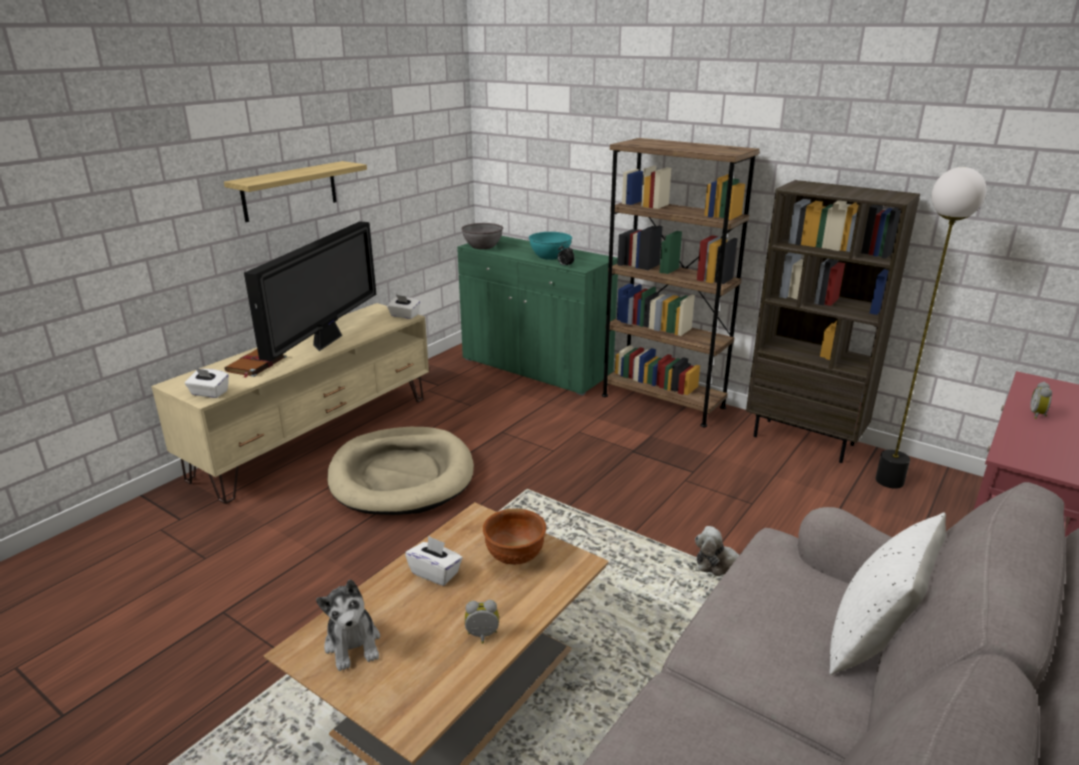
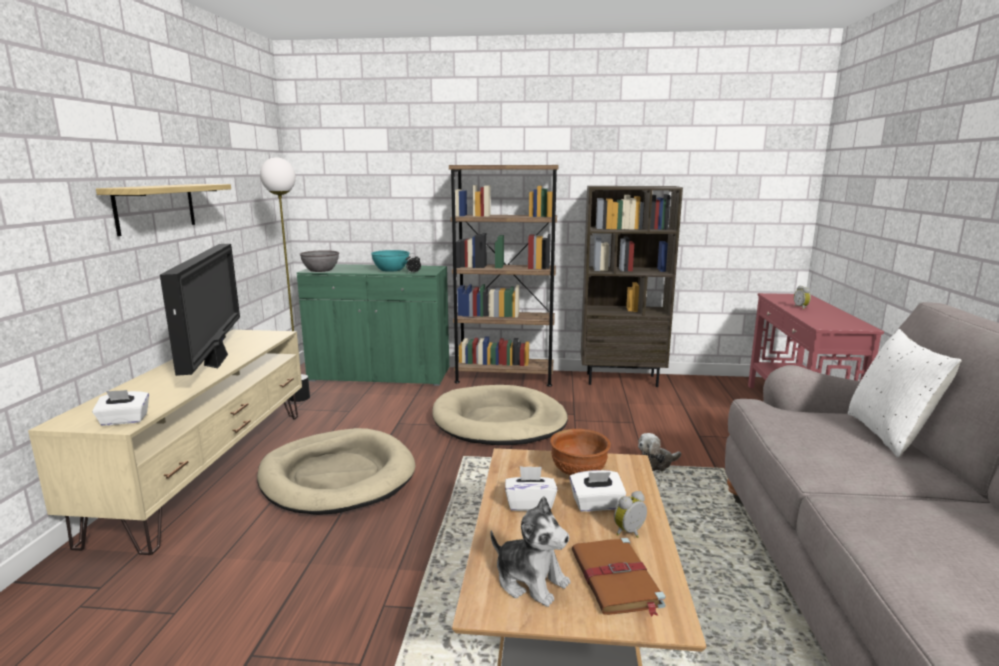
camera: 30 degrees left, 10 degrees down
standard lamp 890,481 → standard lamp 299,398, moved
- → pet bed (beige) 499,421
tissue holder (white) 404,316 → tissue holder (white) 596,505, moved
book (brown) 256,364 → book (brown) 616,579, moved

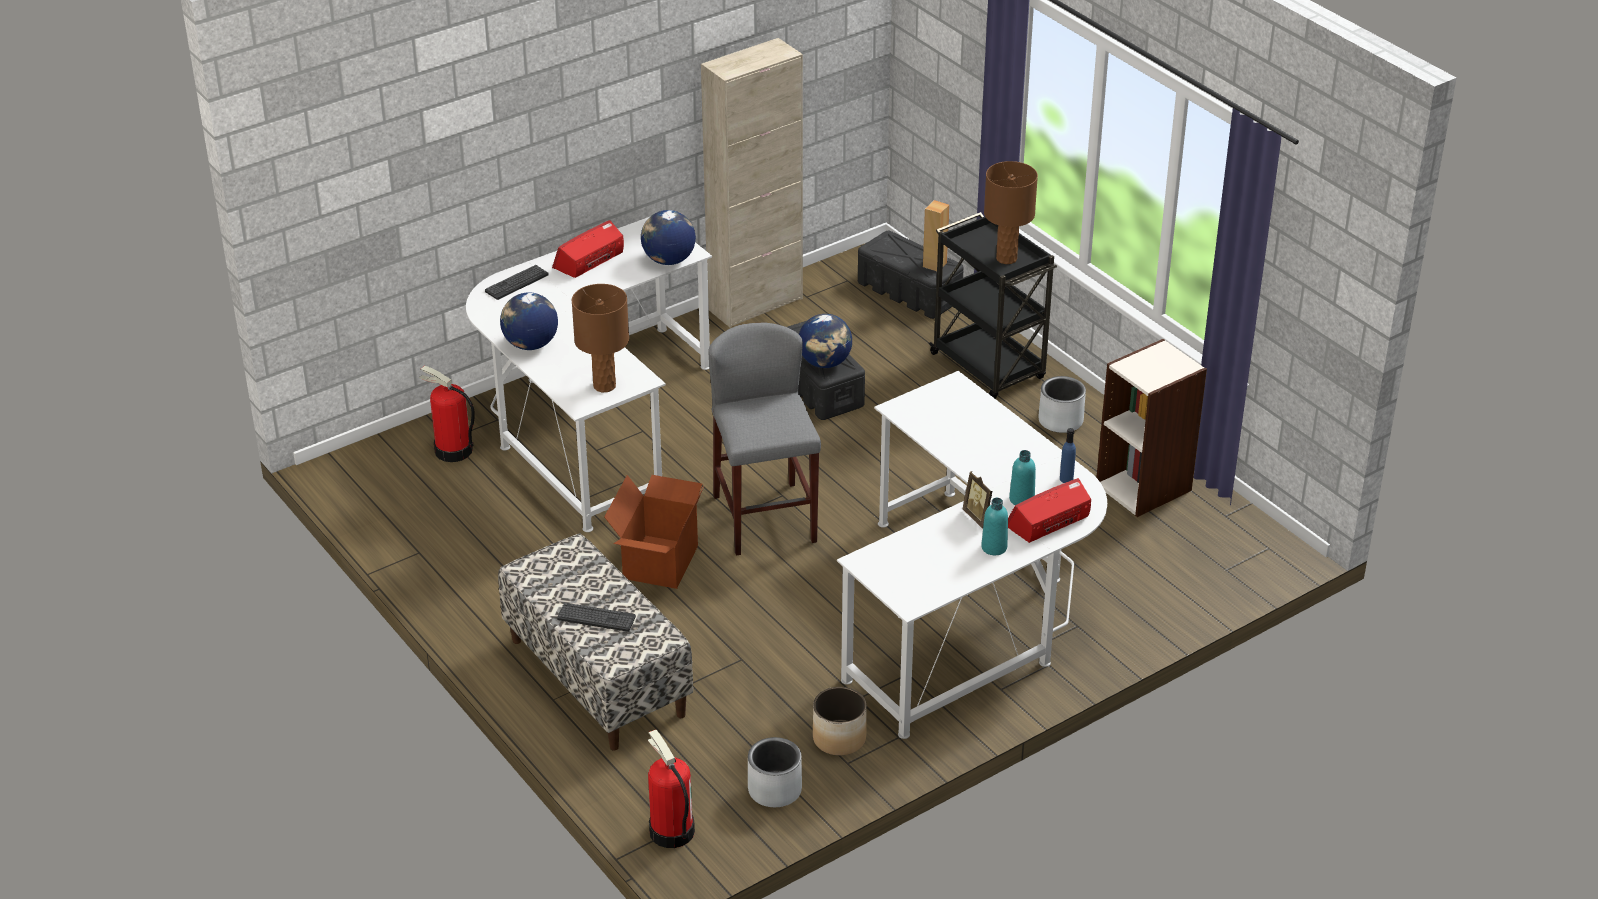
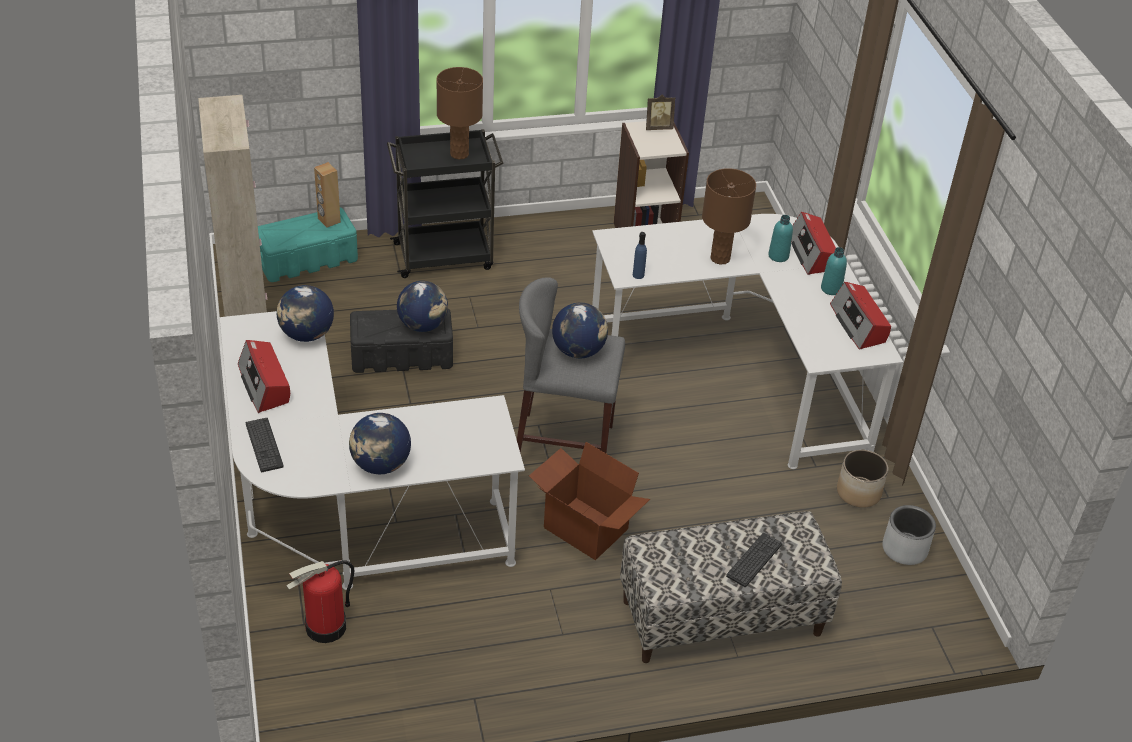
camera: 70 degrees left, 5 degrees up
storage box (blackish) 910,292 → storage box (blue-green) 308,259
- → world globe 578,351
bottle (blue) 1066,479 → bottle (blue) 638,275, moved
standing frame 979,517 → standing frame 658,127, moved
table lamp (brown) 605,386 → table lamp (brown) 720,258, moved
- → radio set 859,324
fire extinguisher 671,831 → -
planter (greyish) 1061,421 → -

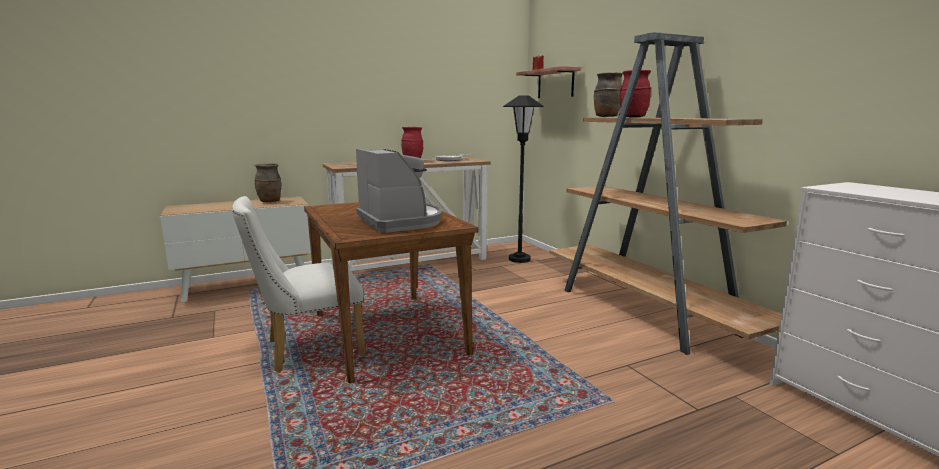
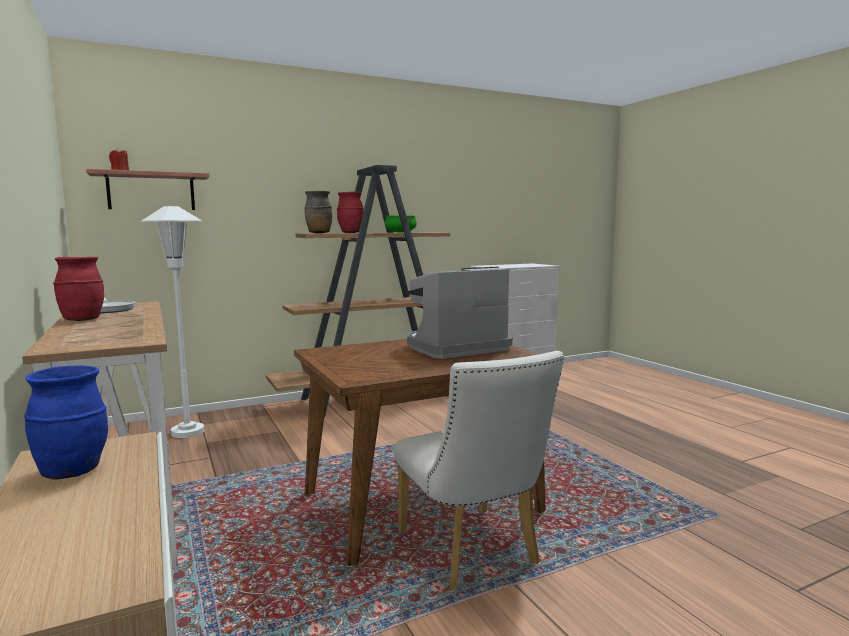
camera: 90 degrees left, 5 degrees down
decorative vase (brown) 270,201 → decorative vase (blue) 72,471
standard lamp (blackish) 519,259 → standard lamp (white) 188,432
- → cooking pot (green-coloured) 401,232

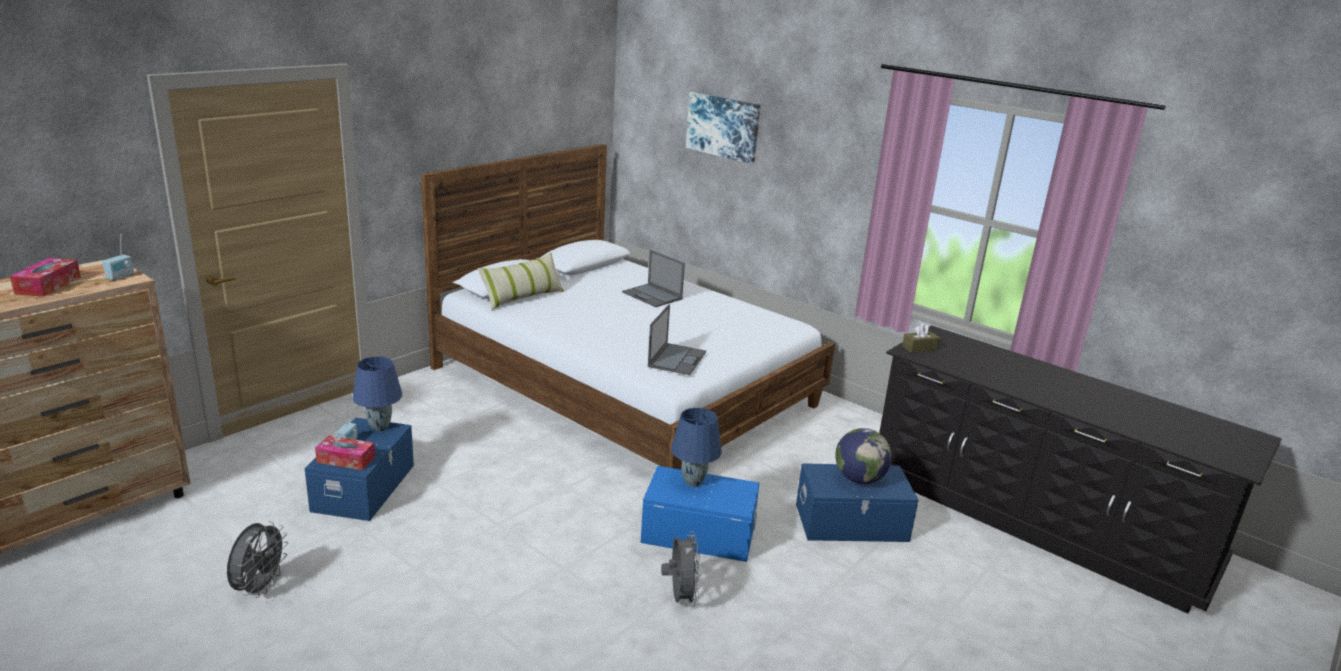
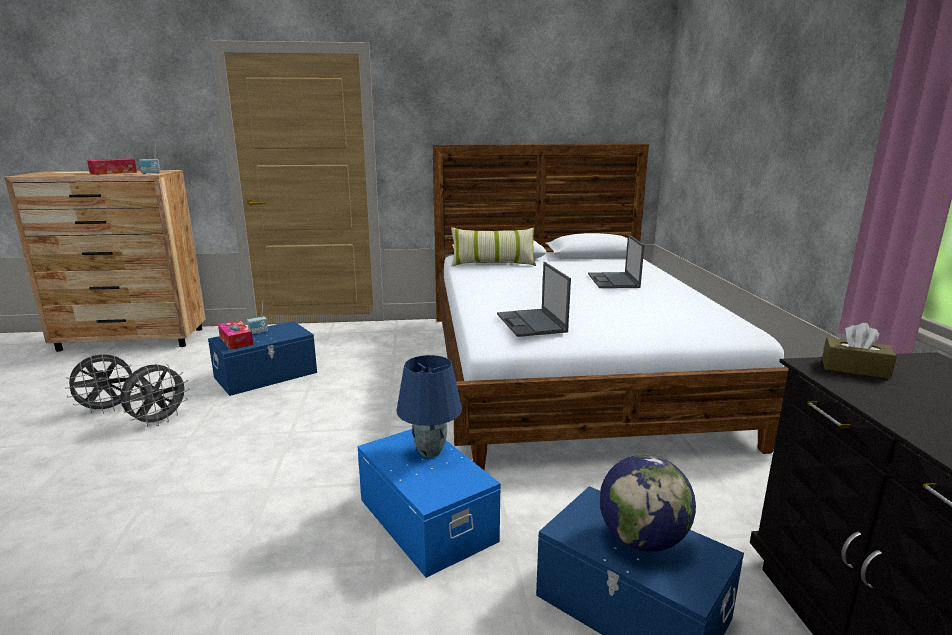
camera: 45 degrees right, 5 degrees down
fan (greyish) 680,598 → fan (greyish) 159,421, moved
laptop 677,359 → laptop 531,323, 105 degrees clockwise
table lamp (blue) 379,427 → -
wall art 723,126 → -

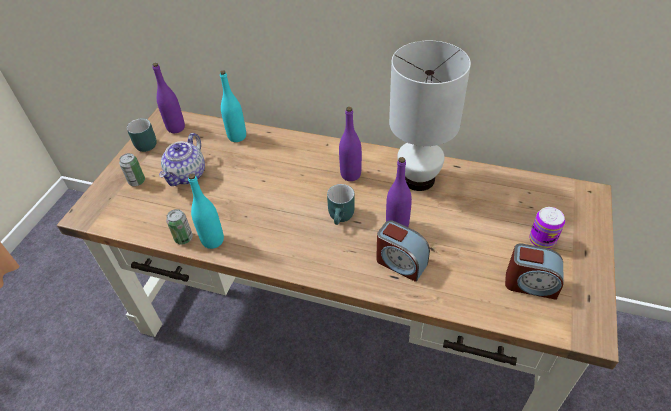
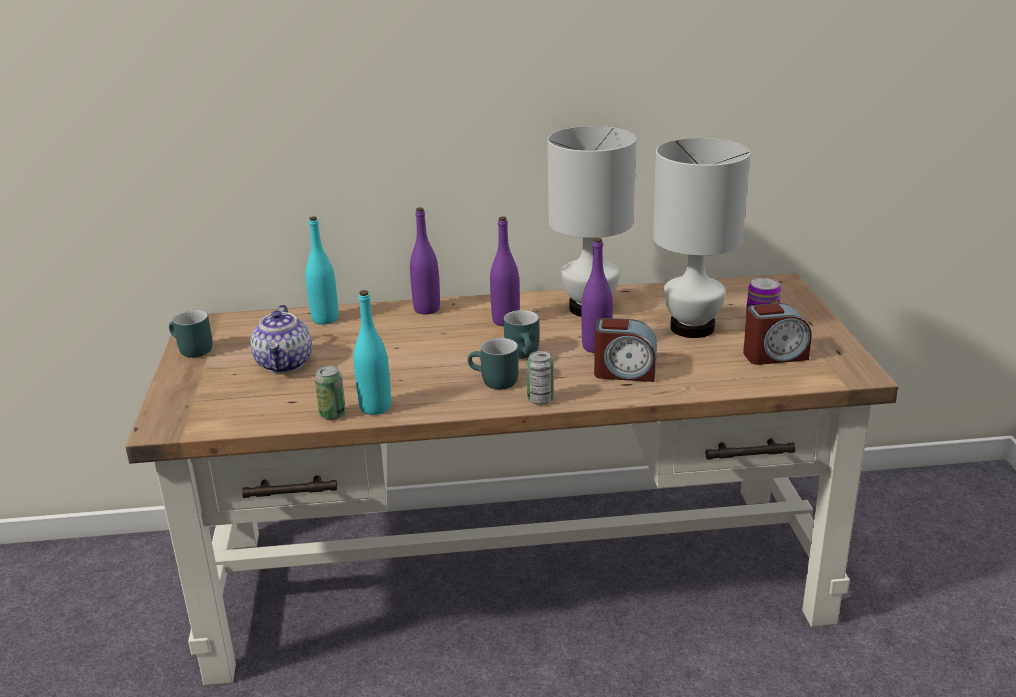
camera: 25 degrees left, 20 degrees down
bottle (purple) 176,128 → bottle (purple) 426,309, moved
- → mug (blue-green) 493,382
metal can 137,181 → metal can 540,399, moved
- → table lamp (white) 693,328

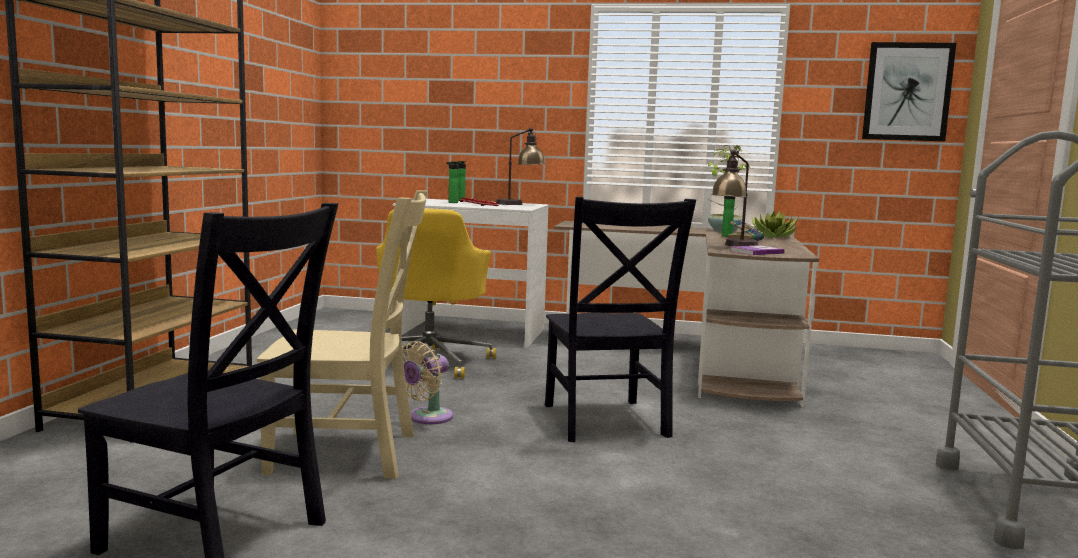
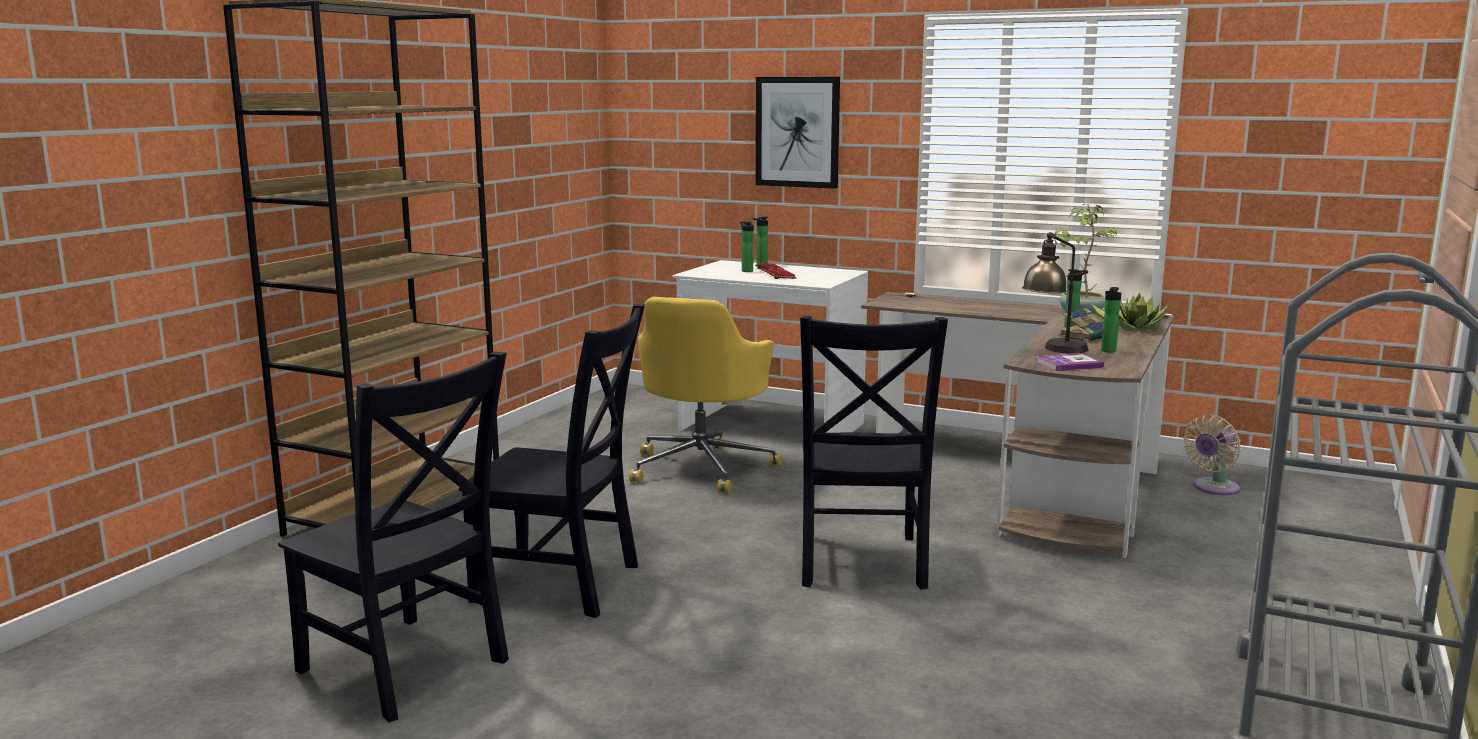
camera: 15 degrees right, 5 degrees up
chair (beige) 350,454 → chair (blackish) 563,584
wall art 907,92 → wall art 797,132, moved
- → bottle 1107,351
fan (beige) 427,418 → fan (beige) 1213,488, moved
table lamp 519,204 → -

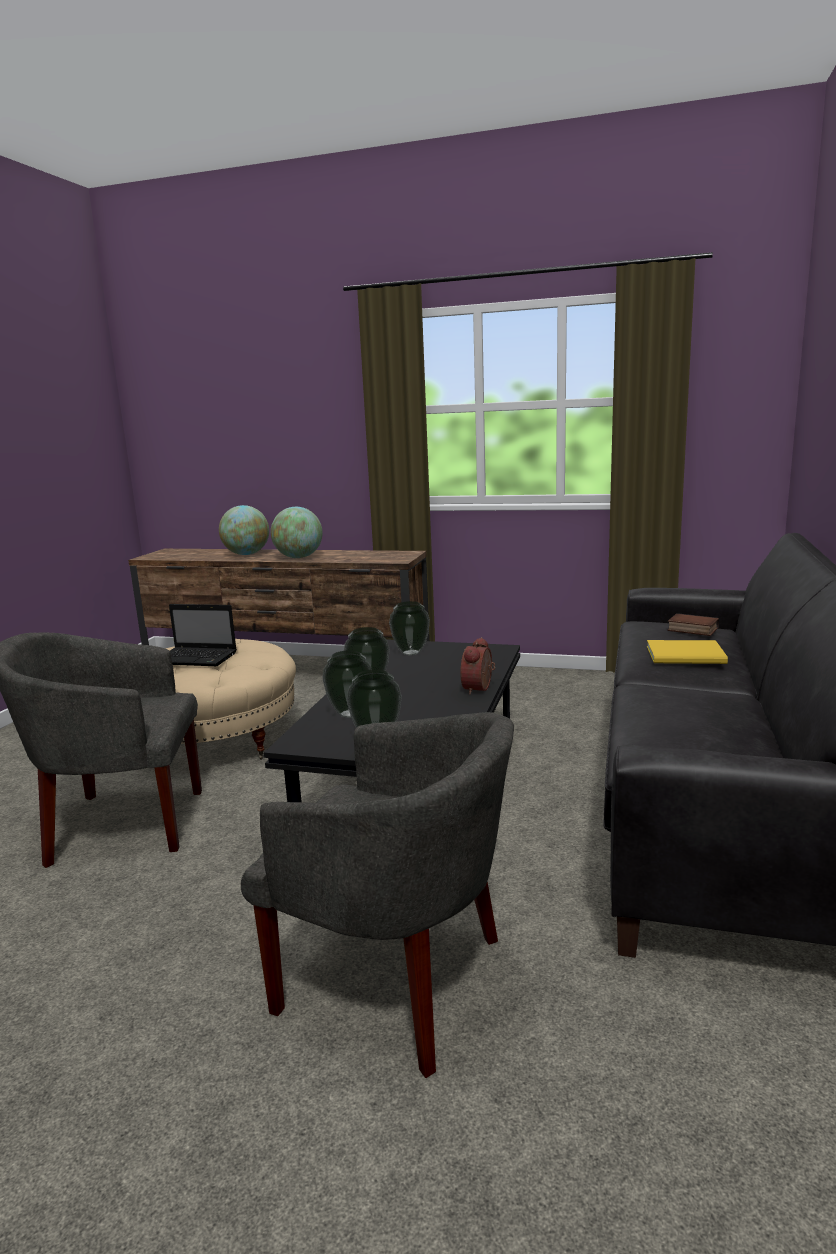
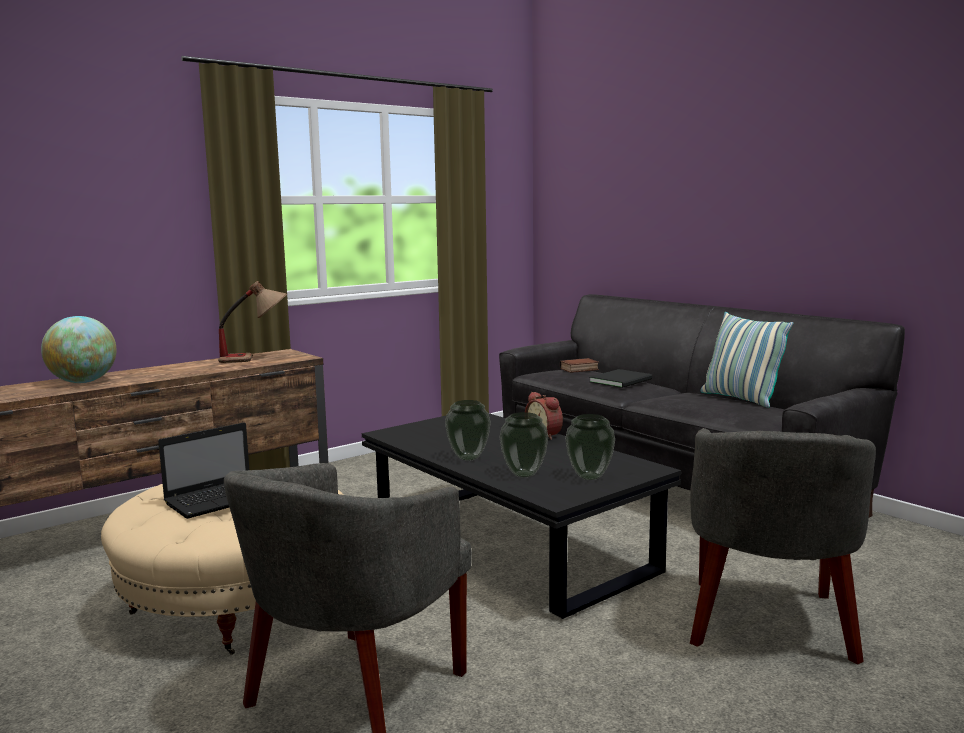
camera: 55 degrees left, 5 degrees down
- → table lamp 255,358
book (yellowish) 688,655 → book (blackish) 623,380
easy chair (greyish) 398,981 → easy chair (greyish) 768,624, 135 degrees clockwise
- → pillow 740,399
world globe 298,557 → -
decorative vase 411,653 → -

